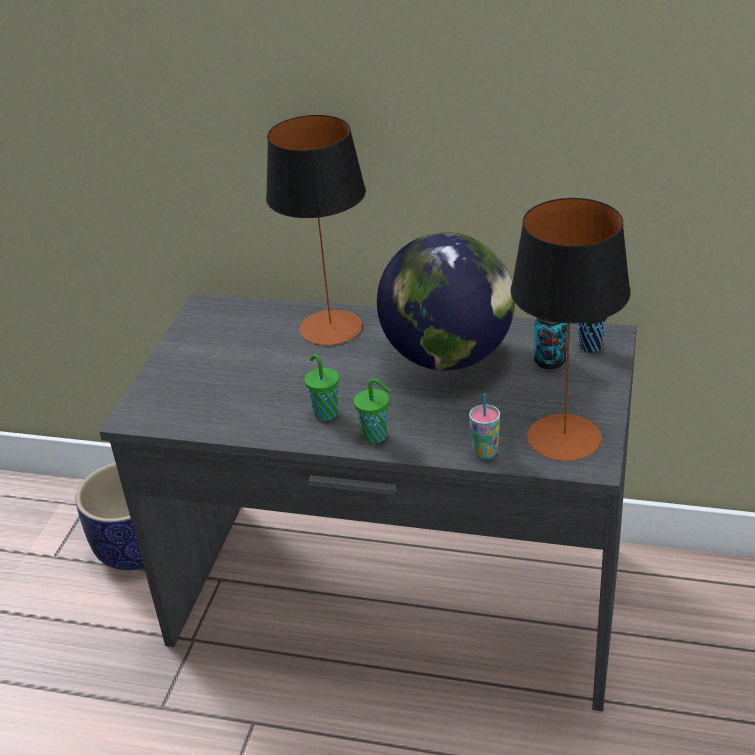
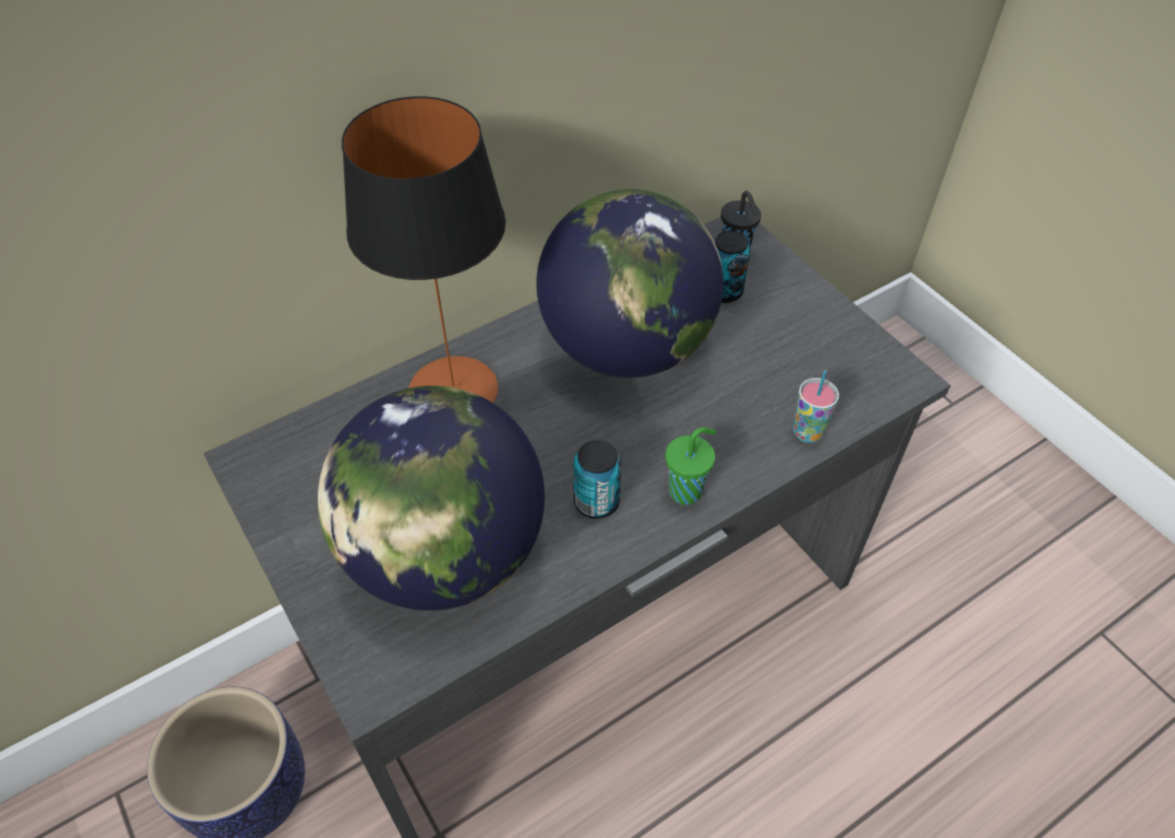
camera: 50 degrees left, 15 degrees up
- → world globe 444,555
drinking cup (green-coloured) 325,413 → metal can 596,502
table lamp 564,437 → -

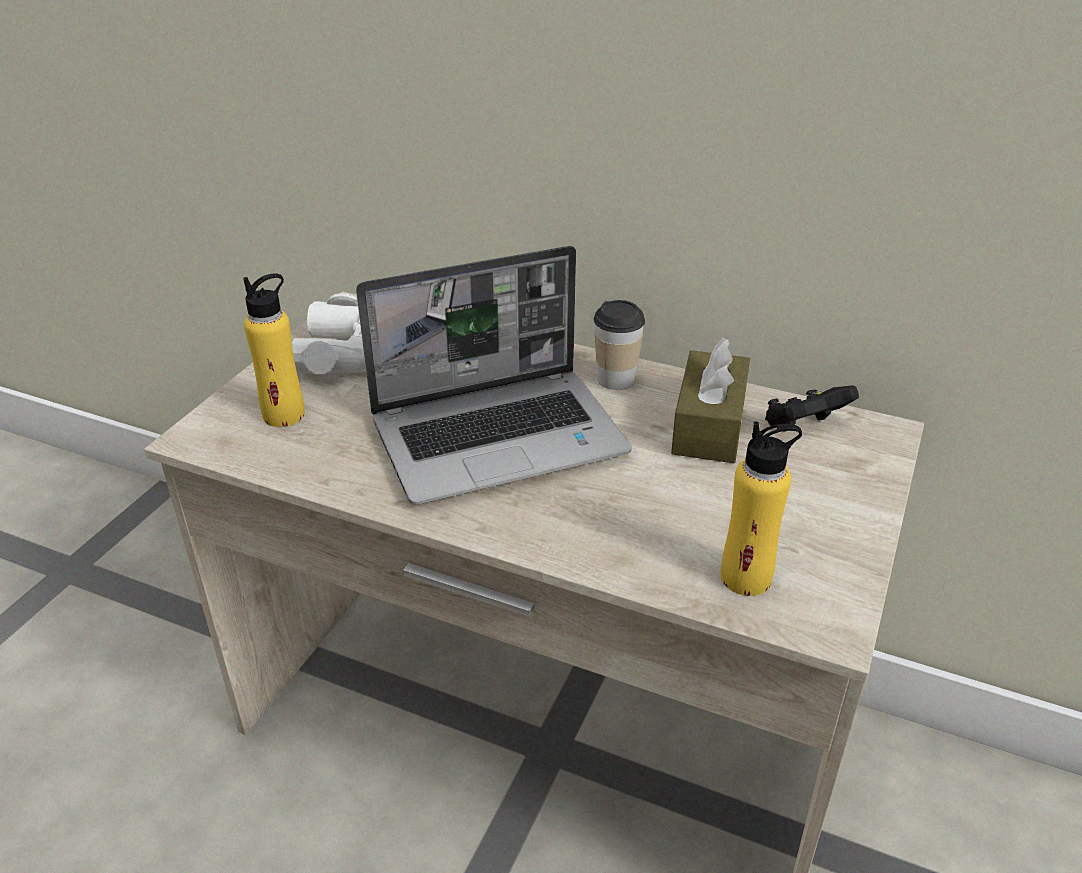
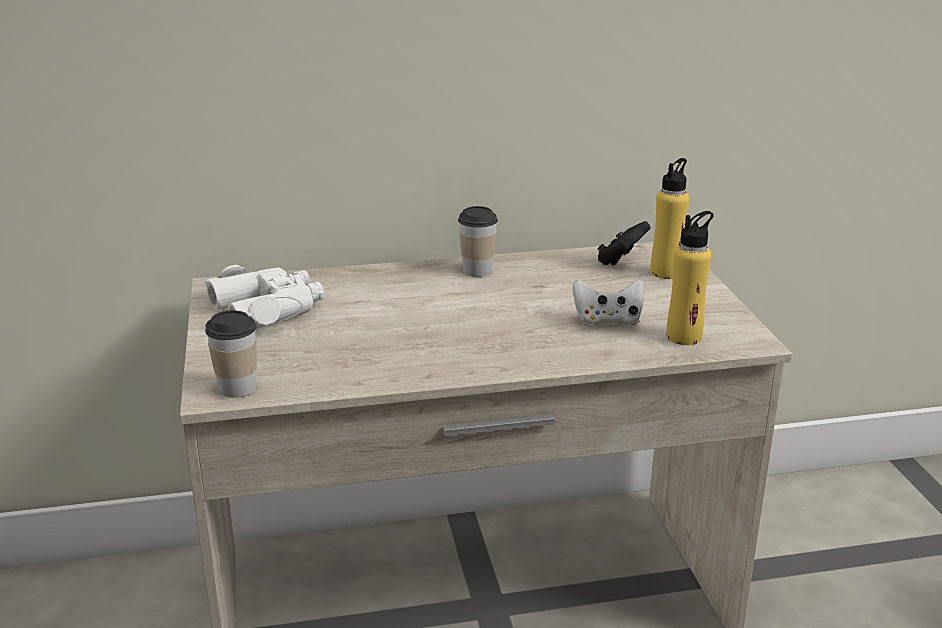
camera: 35 degrees left, 10 degrees down
- → drinking cup 237,388
- → gamepad (white) 607,321
bottle (yellowish) 284,415 → bottle (yellowish) 666,272, moved
laptop 501,436 → -
tissue holder (brown) 709,425 → -

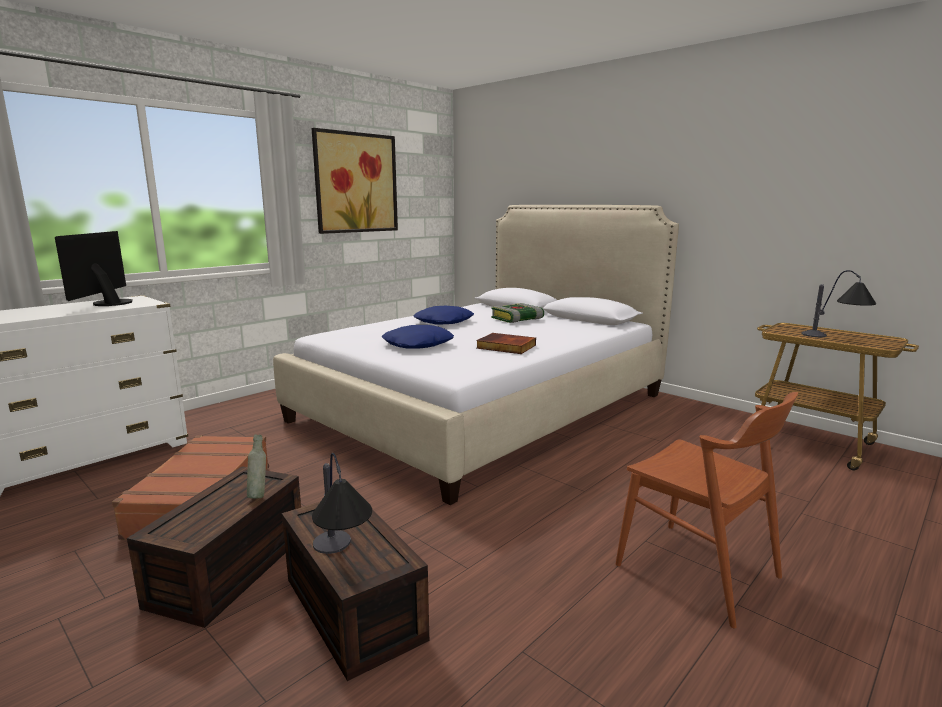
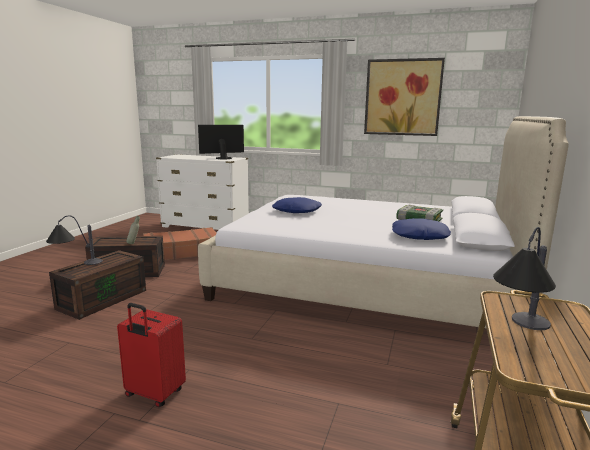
camera: 65 degrees right, 0 degrees up
chair (brown) 698,571 → suitcase (red) 154,394
pillow (blue) 444,322 → pillow (blue) 419,236, moved
book 505,347 → -

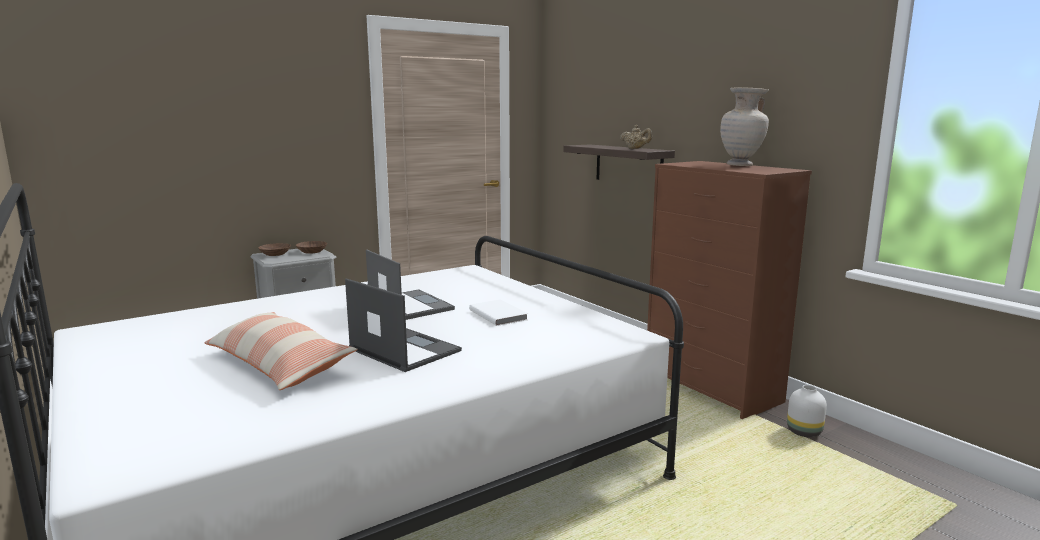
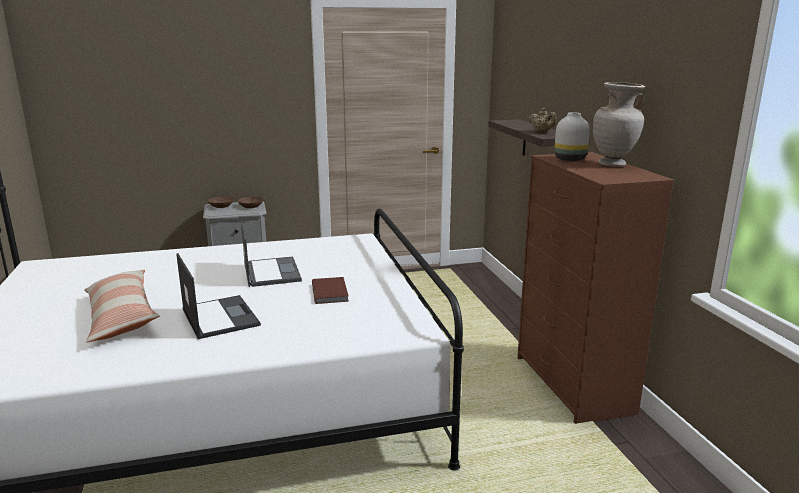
camera: 20 degrees right, 5 degrees up
book (white) 499,314 → book (brown) 331,292
decorative vase (white) 804,432 → decorative vase (white) 569,159, moved

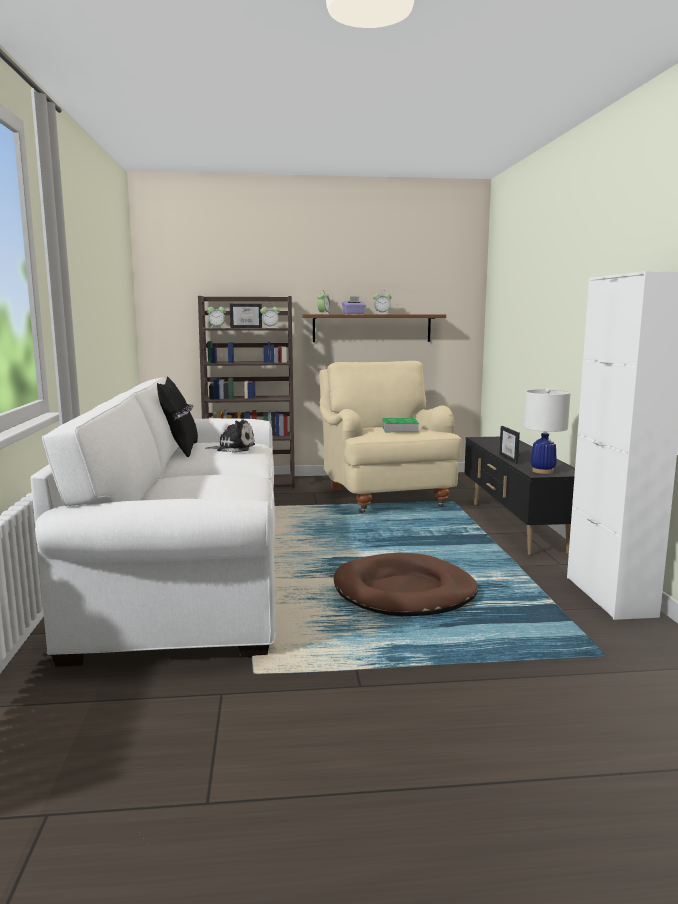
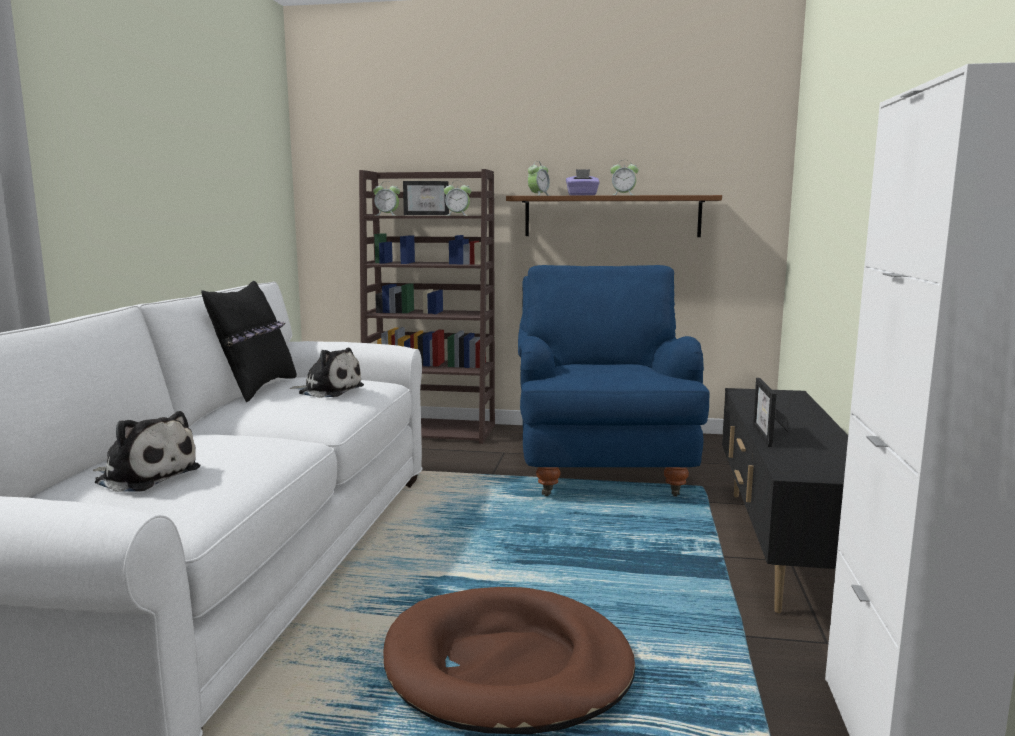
camera: 15 degrees right, 0 degrees up
- → cuddly toy 145,476
easy chair (beige) 384,496 → easy chair (blue) 600,468
book 400,429 → -
table lamp (white) 542,471 → -

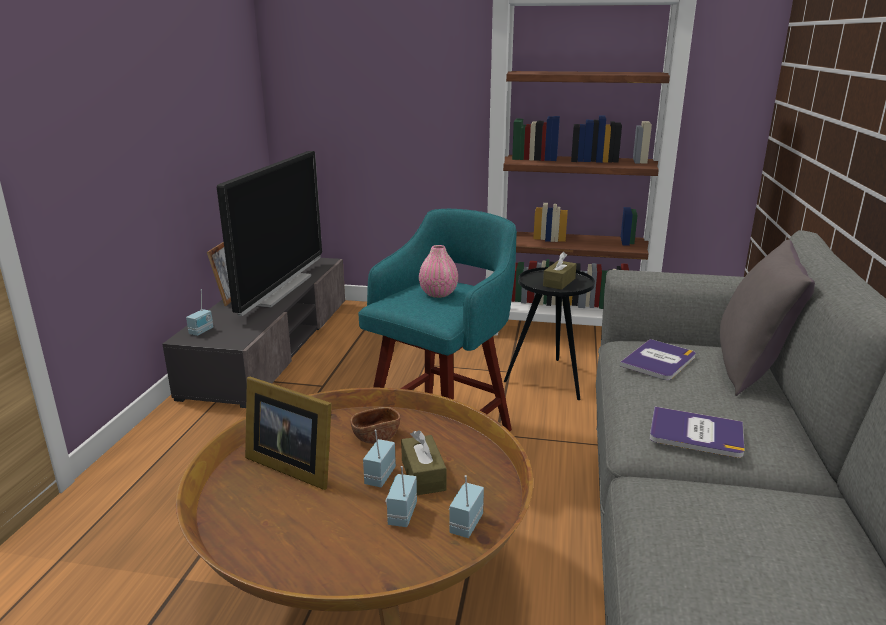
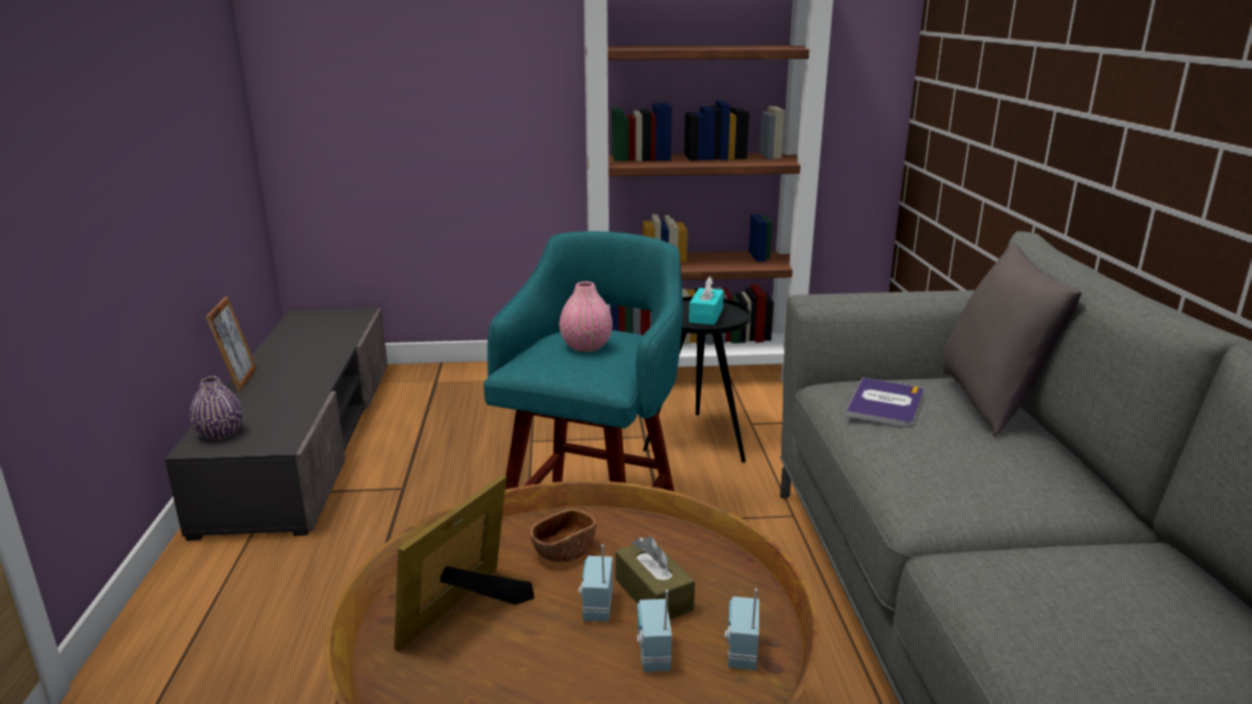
camera: 15 degrees left, 0 degrees up
radio set 202,331 → decorative vase (purple) 220,433
standing frame 291,464 → standing frame 466,610, 105 degrees clockwise
tissue holder (brown) 559,282 → tissue holder (blue-green) 706,315
television 279,289 → -
book 696,433 → -

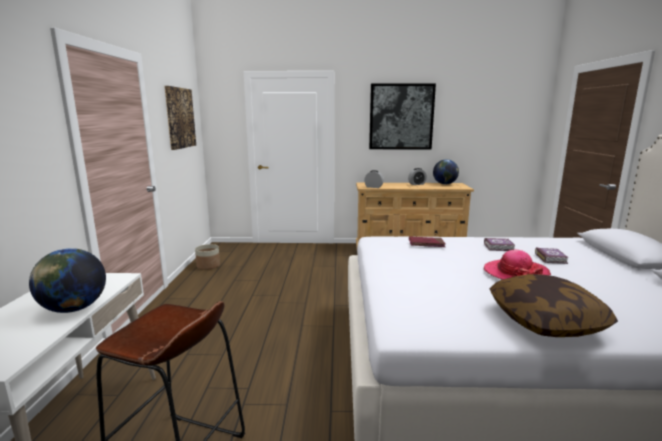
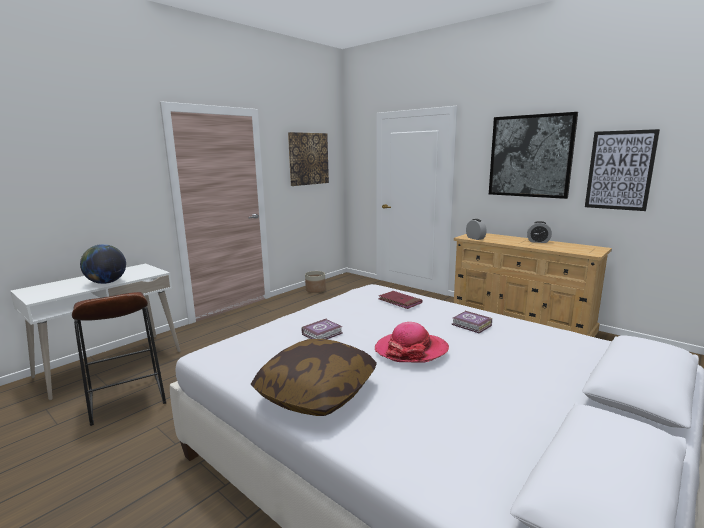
camera: 40 degrees right, 0 degrees up
book 551,258 → book 323,333, moved
- → wall art 620,170
world globe 445,184 → -

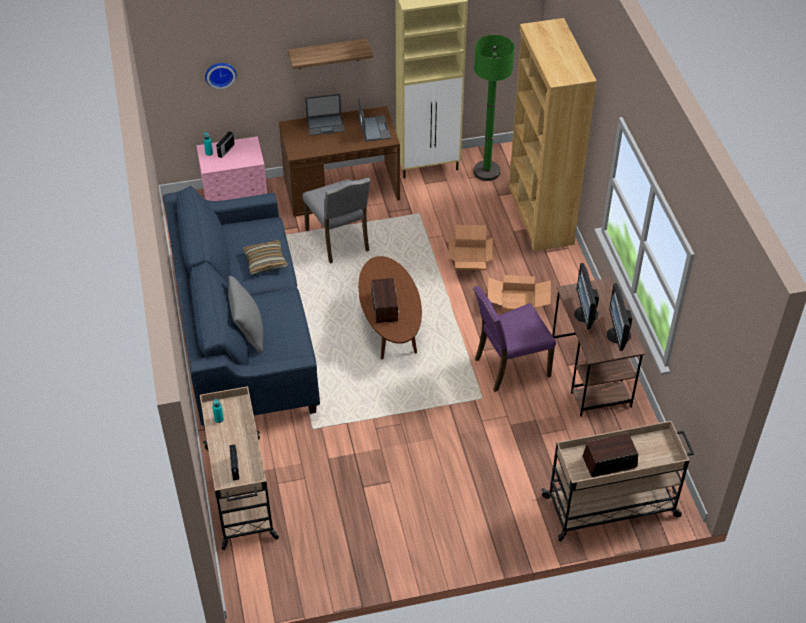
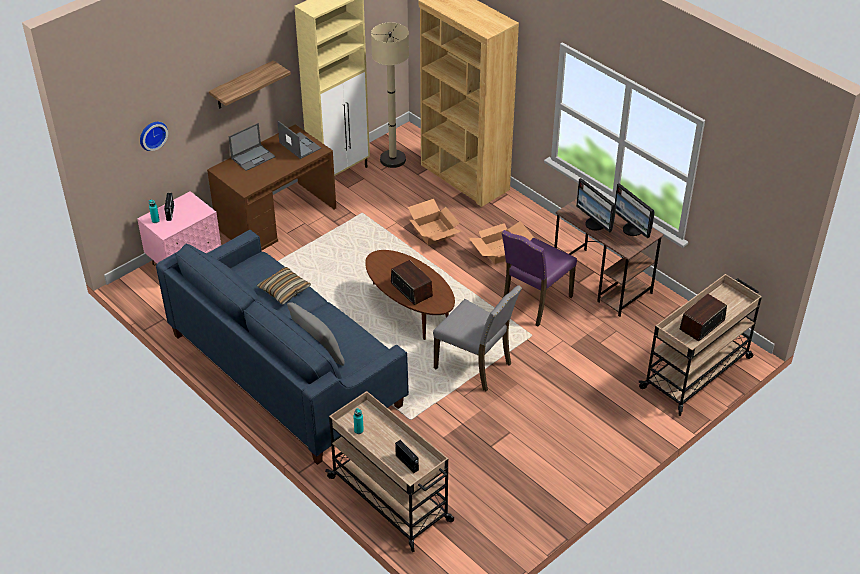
camera: 30 degrees left, 5 degrees down
standard lamp (green-coloured) 486,171 → standard lamp (beige) 393,159
chair (greyish) 339,240 → chair (greyish) 475,365, moved

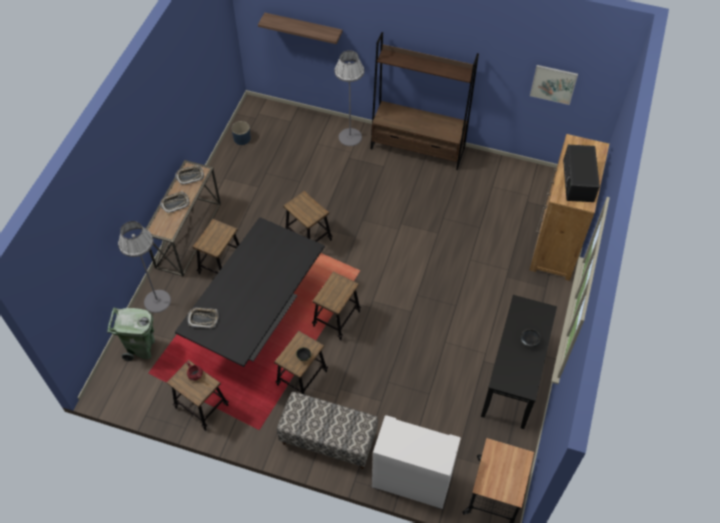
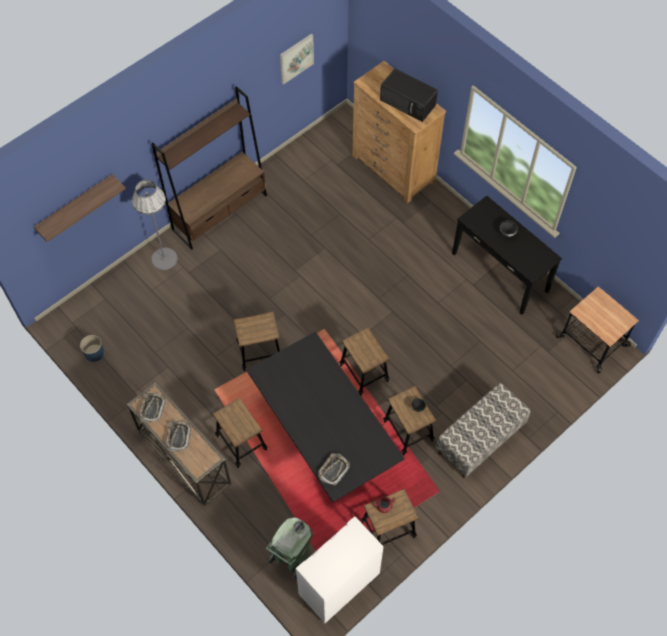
camera: 60 degrees left, 5 degrees up
storage cabinet (white) 411,481 → storage cabinet (white) 339,585, moved
standard lamp (greyish) 157,301 → -

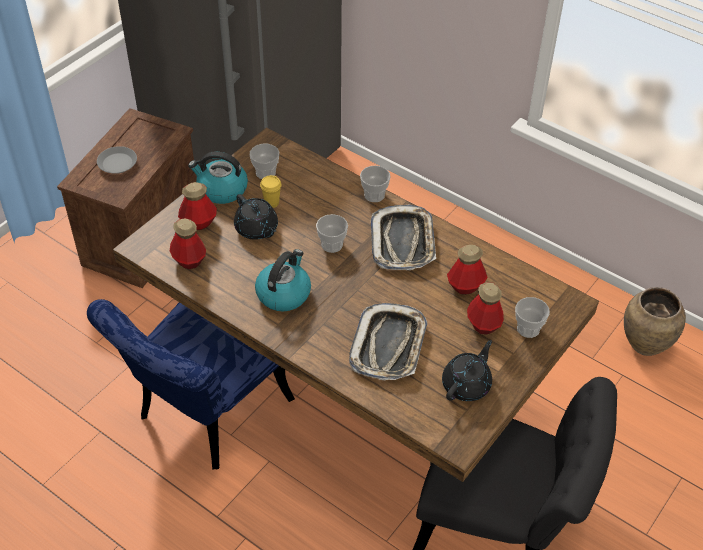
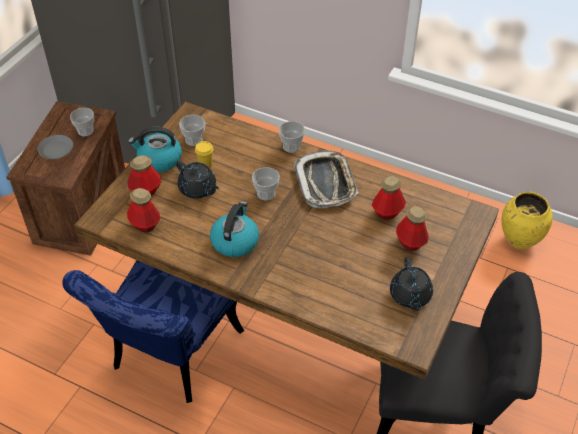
camera: 10 degrees left, 0 degrees up
drinking cup 528,329 → drinking cup 85,131, moved
teapot (blackish) 467,385 → teapot (blackish) 410,296, 150 degrees clockwise
decorative vase (brown) 644,345 → decorative vase (yellowish) 519,241
tray 389,346 → -

